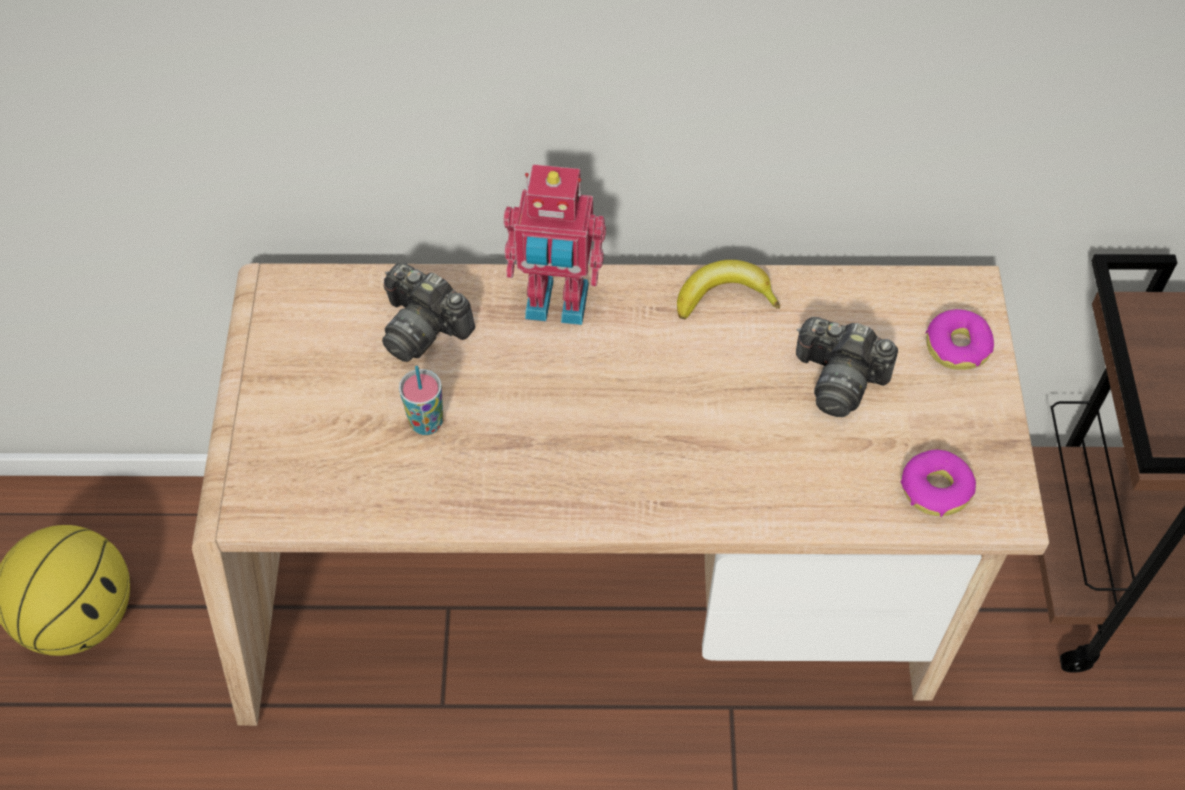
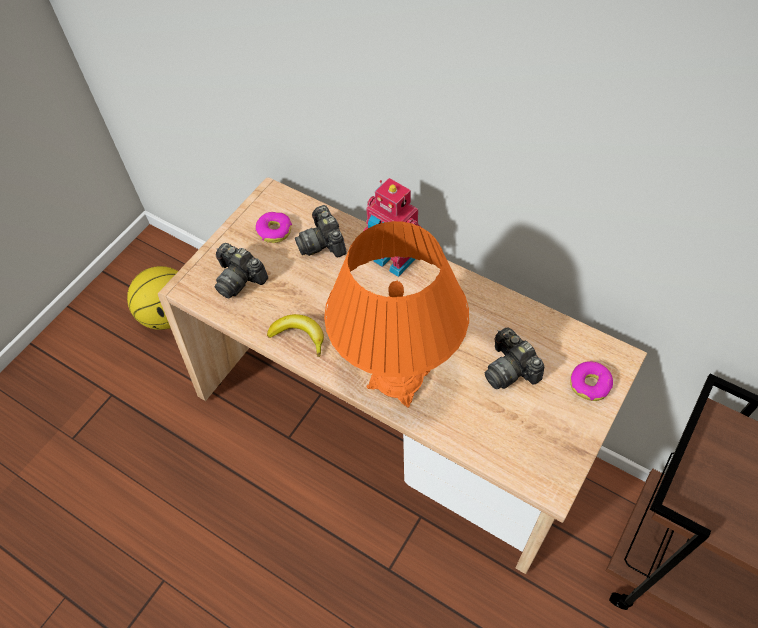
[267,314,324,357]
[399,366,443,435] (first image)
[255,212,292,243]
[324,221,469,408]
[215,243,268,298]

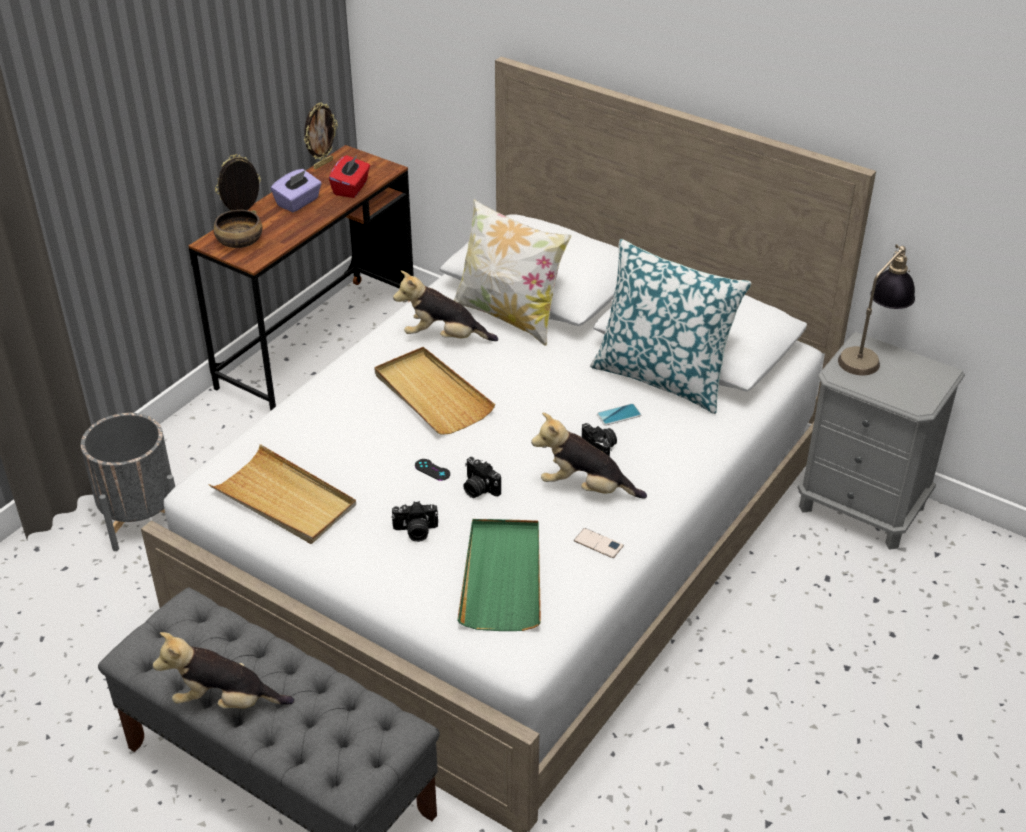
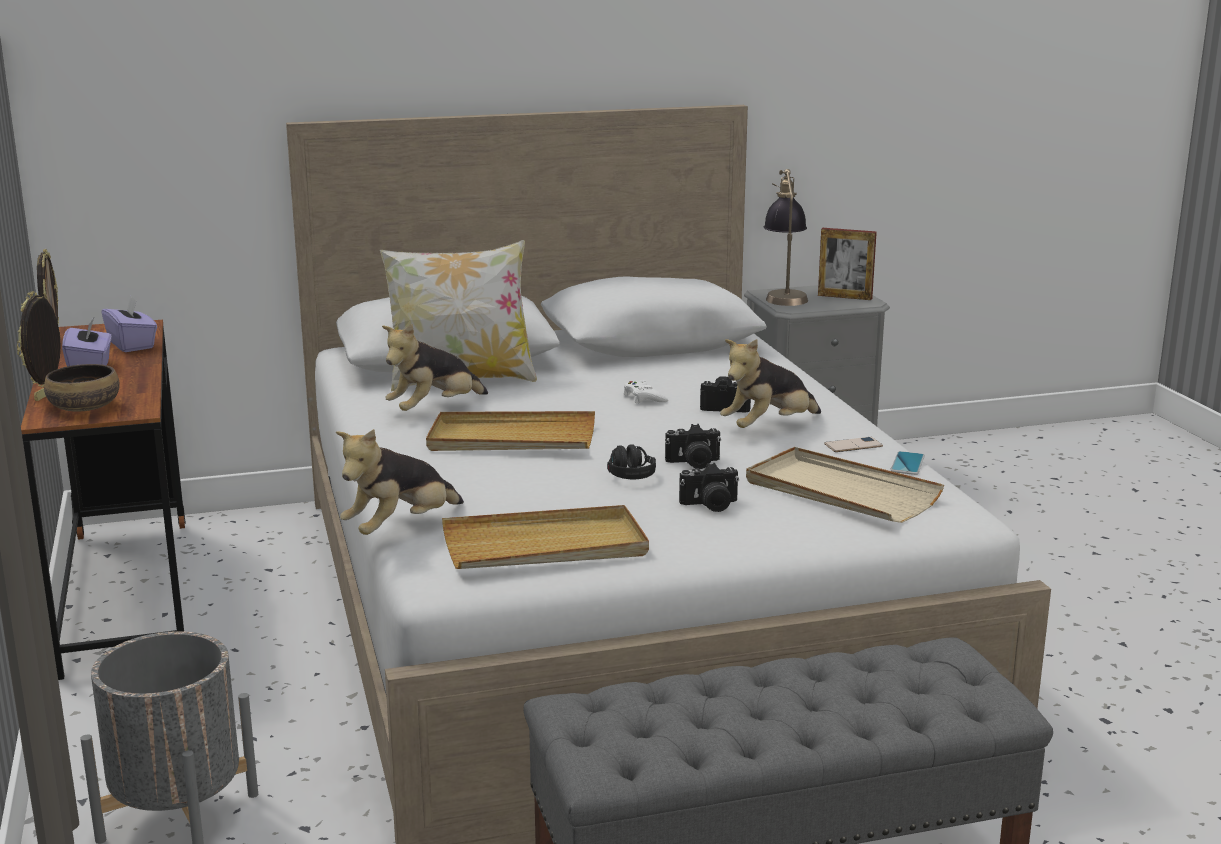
[101,296,157,352]
[590,239,751,414] (first image)
[890,451,925,475]
[607,444,656,479]
[679,463,739,512]
[746,447,944,523]
[336,429,464,535]
[818,228,877,300]
[624,380,668,404]

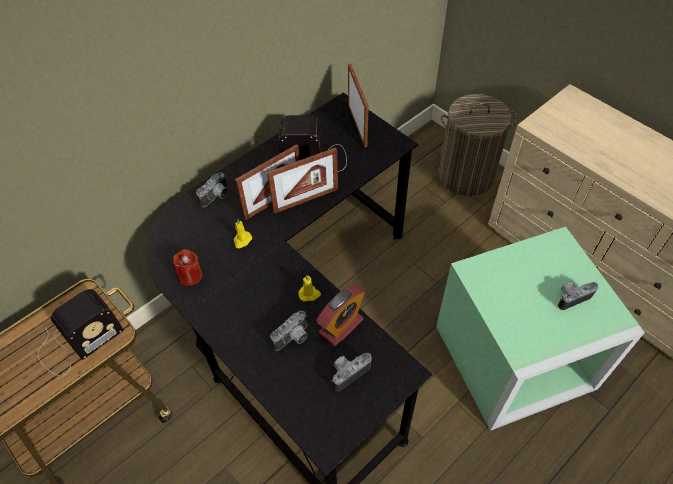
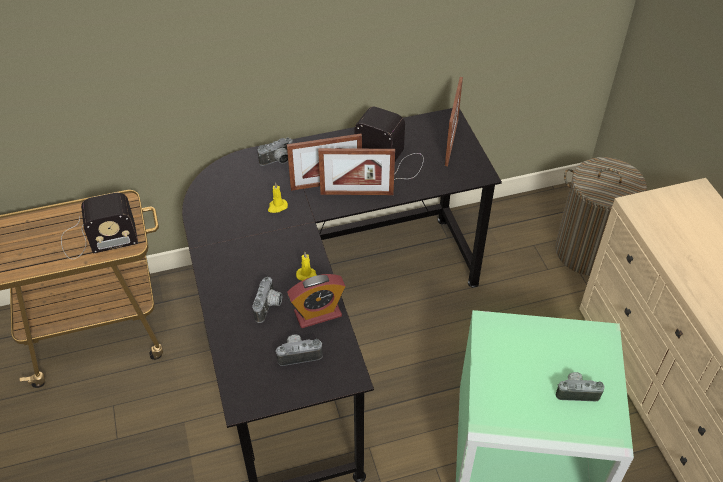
[172,249,203,286] (first image)
[252,277,282,323]

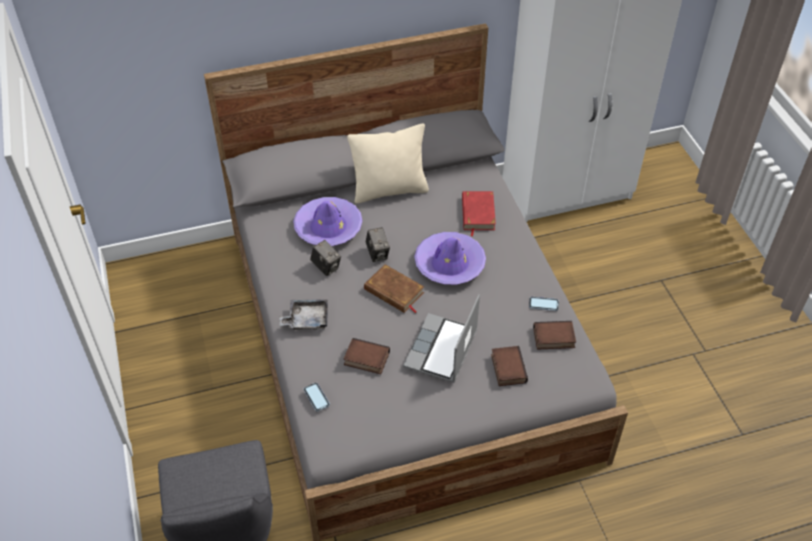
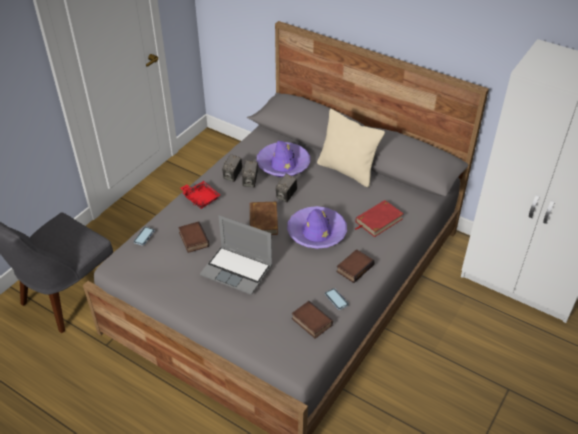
[200,215,273,295]
[180,181,221,209]
[336,249,375,283]
[222,154,242,182]

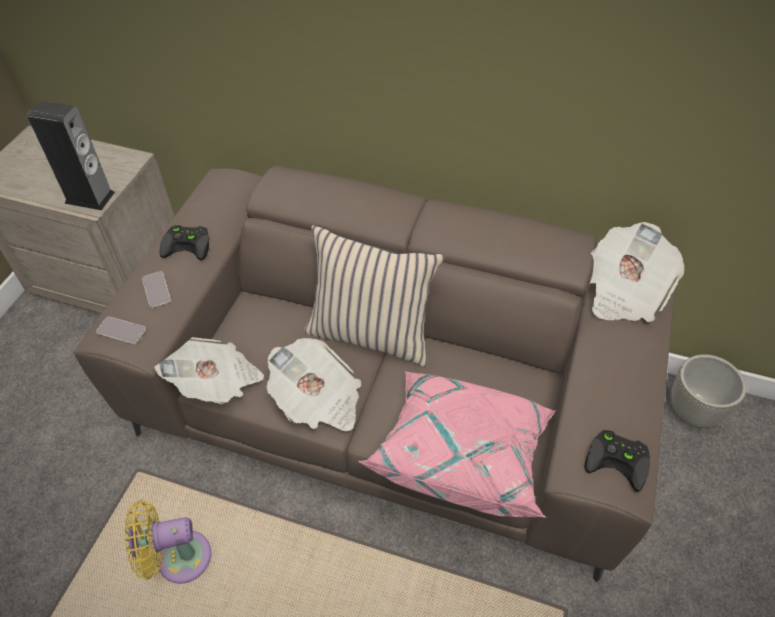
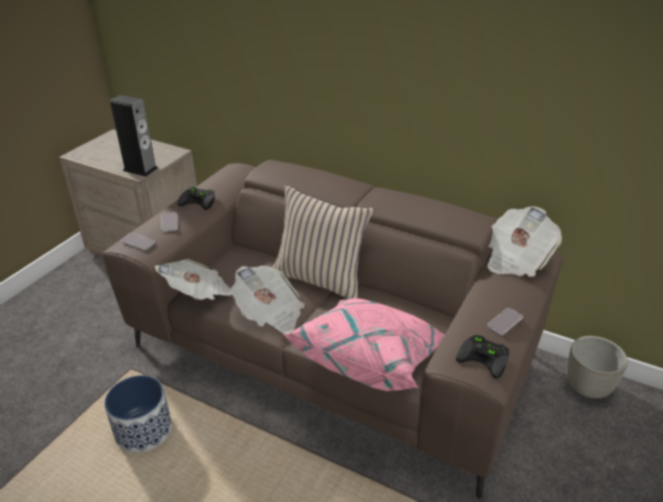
[104,375,172,453]
[487,308,523,335]

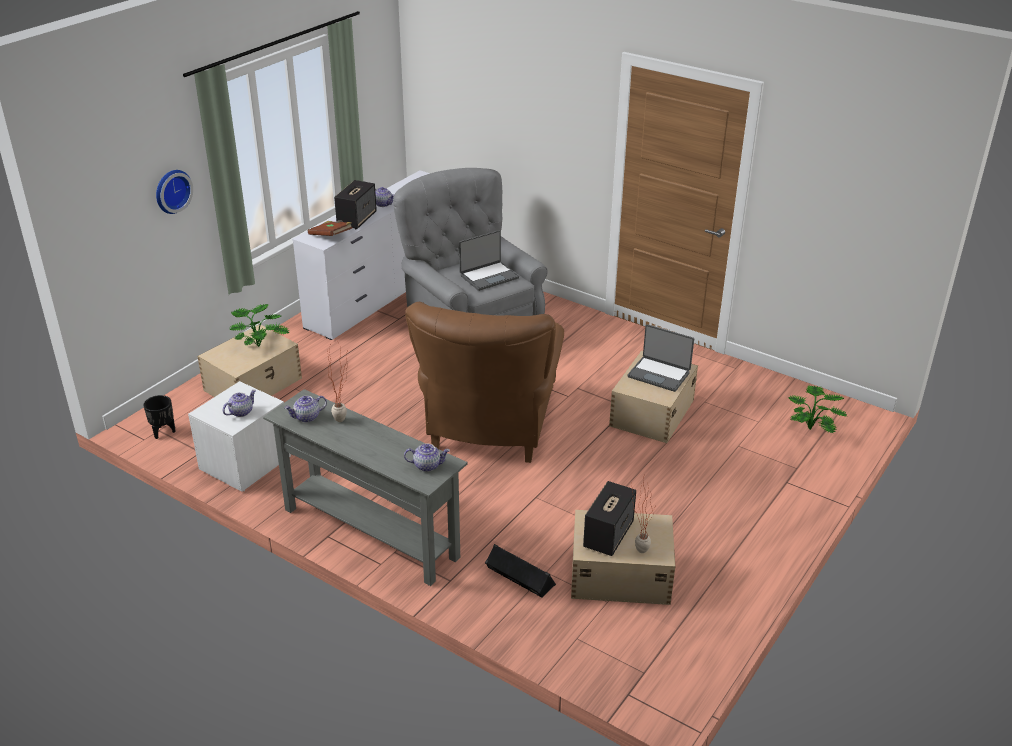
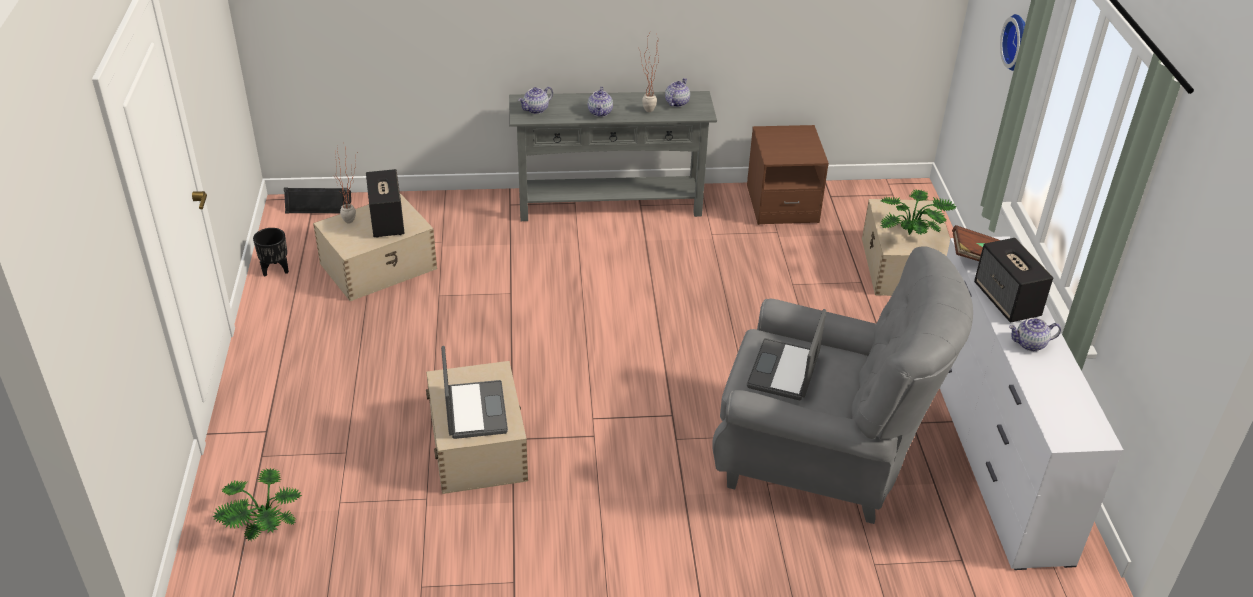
[405,302,564,463] (first image)
[441,346,508,439]
[747,125,829,225]
[588,87,613,117]
[253,228,289,276]
[284,188,351,213]

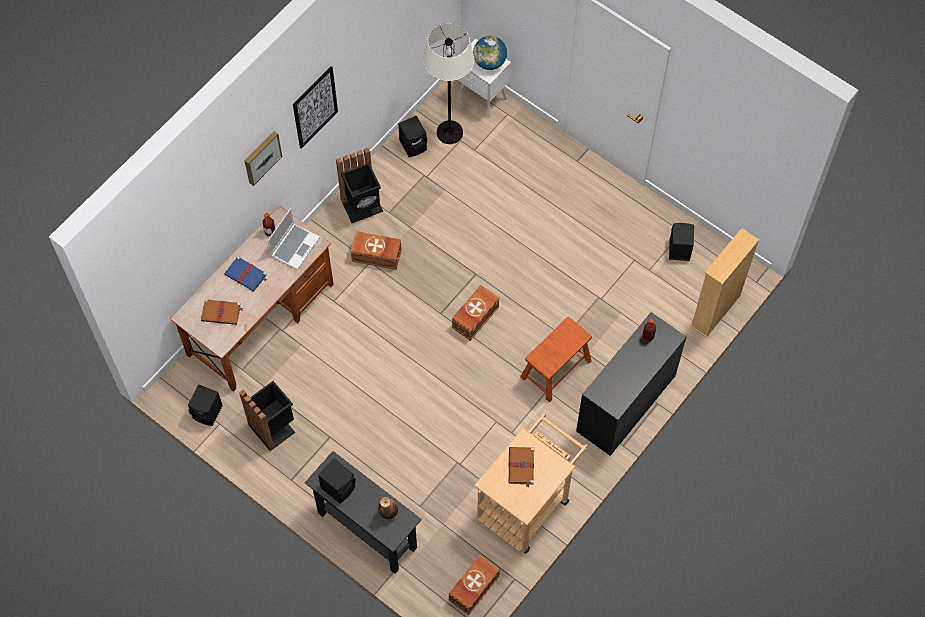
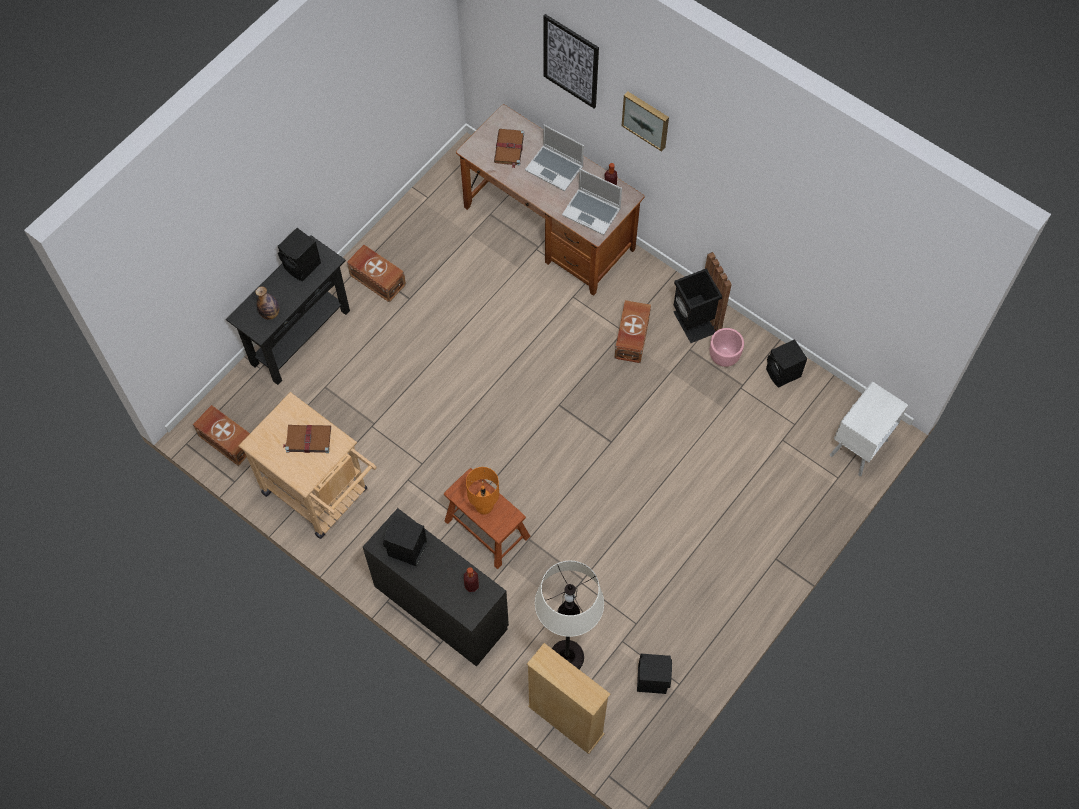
[535,560,604,669]
[473,36,507,70] (first image)
[543,14,599,109]
[525,125,584,191]
[347,244,406,302]
[239,381,296,451] (first image)
[383,515,427,566]
[710,328,744,367]
[466,467,499,515]

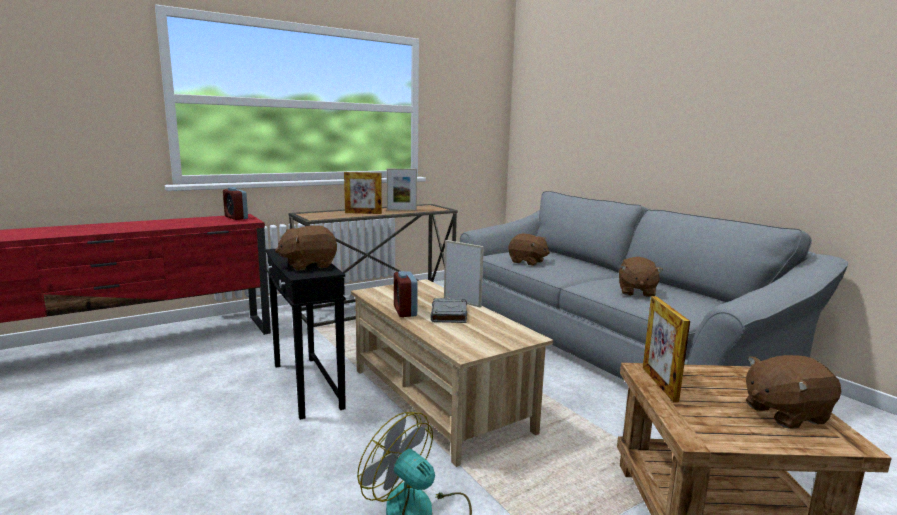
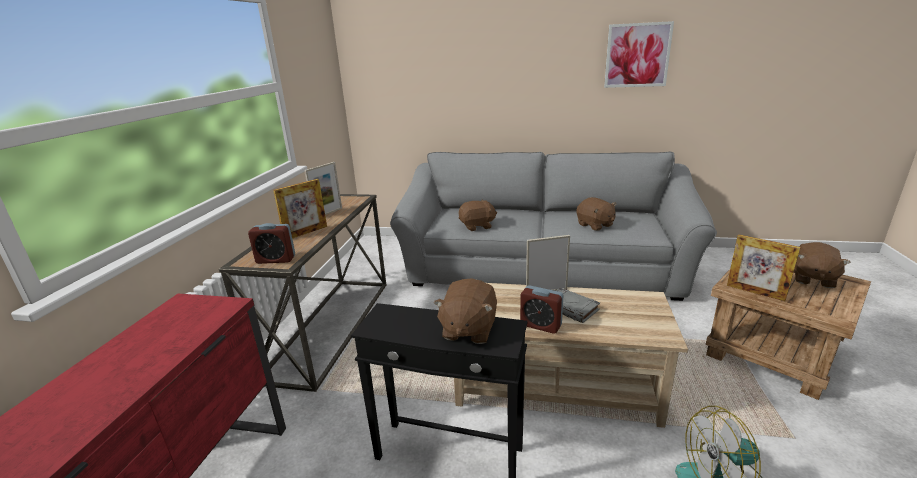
[248,223,295,264]
[604,21,674,88]

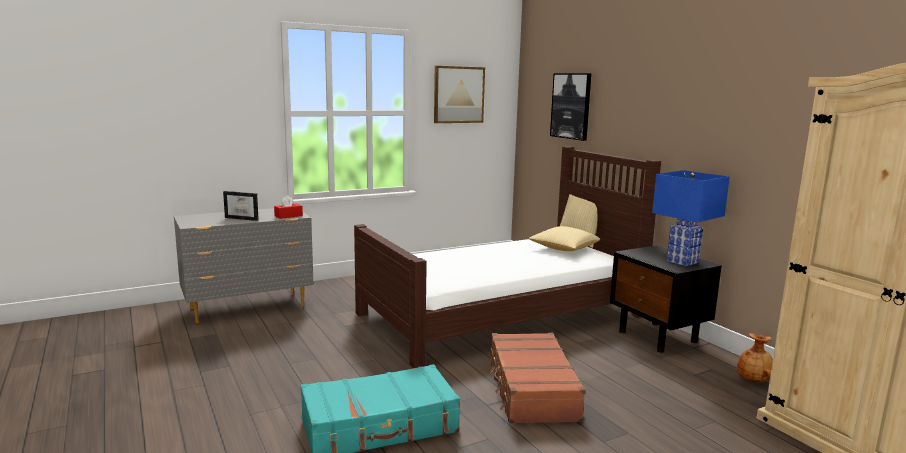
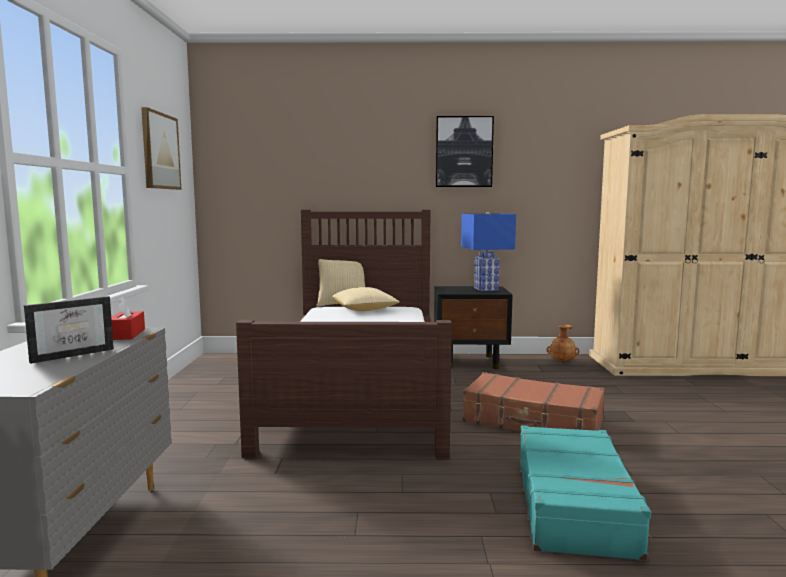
[436,116,494,187]

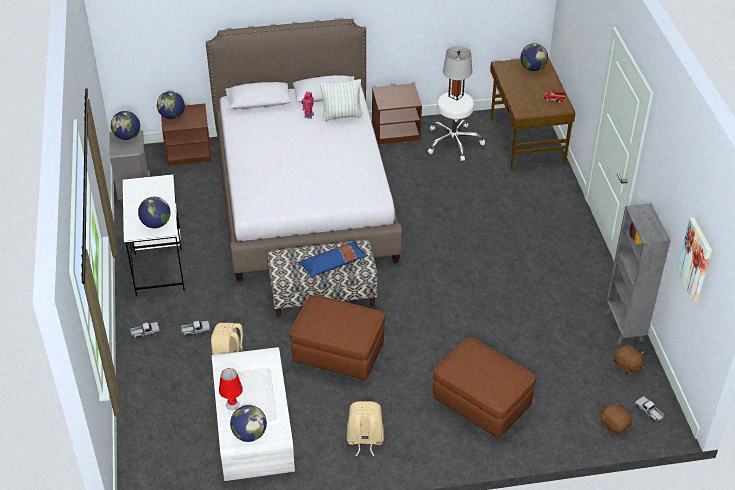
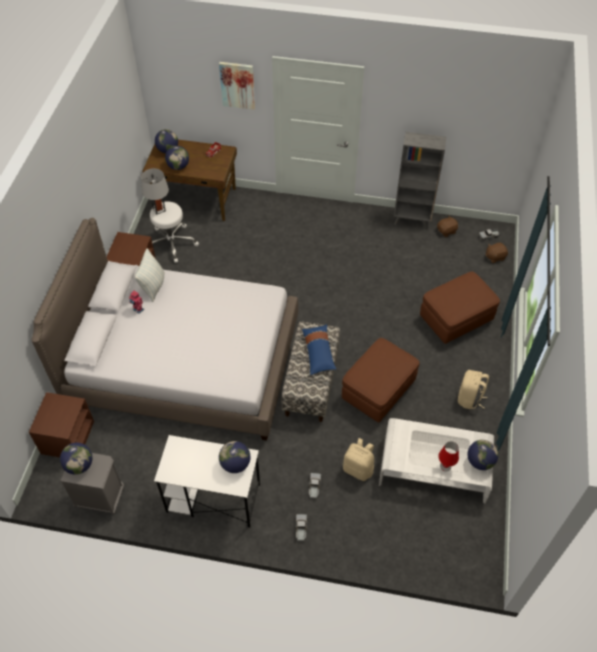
[165,146,189,170]
[219,62,255,110]

